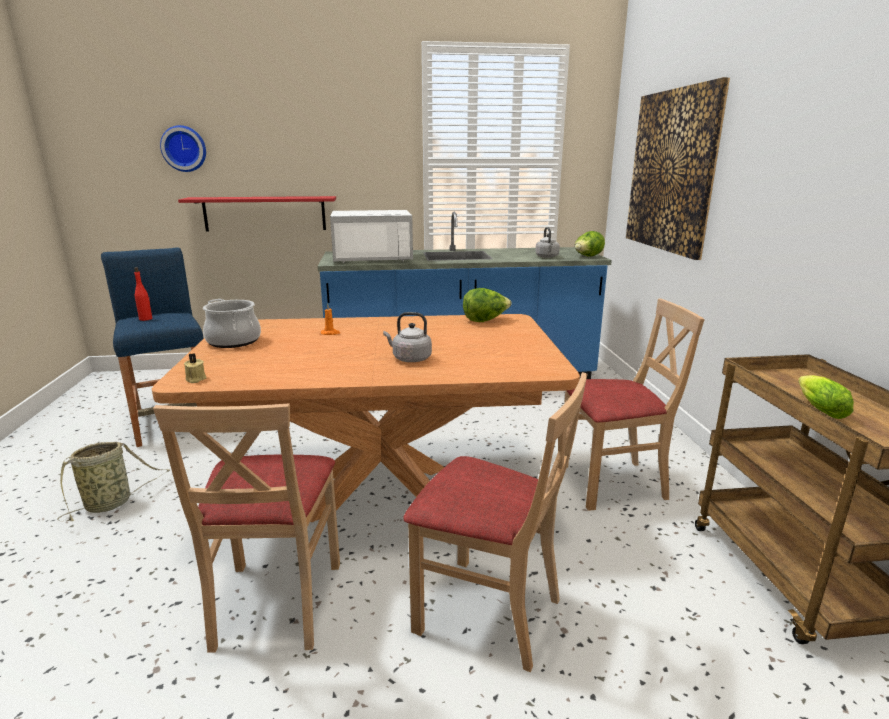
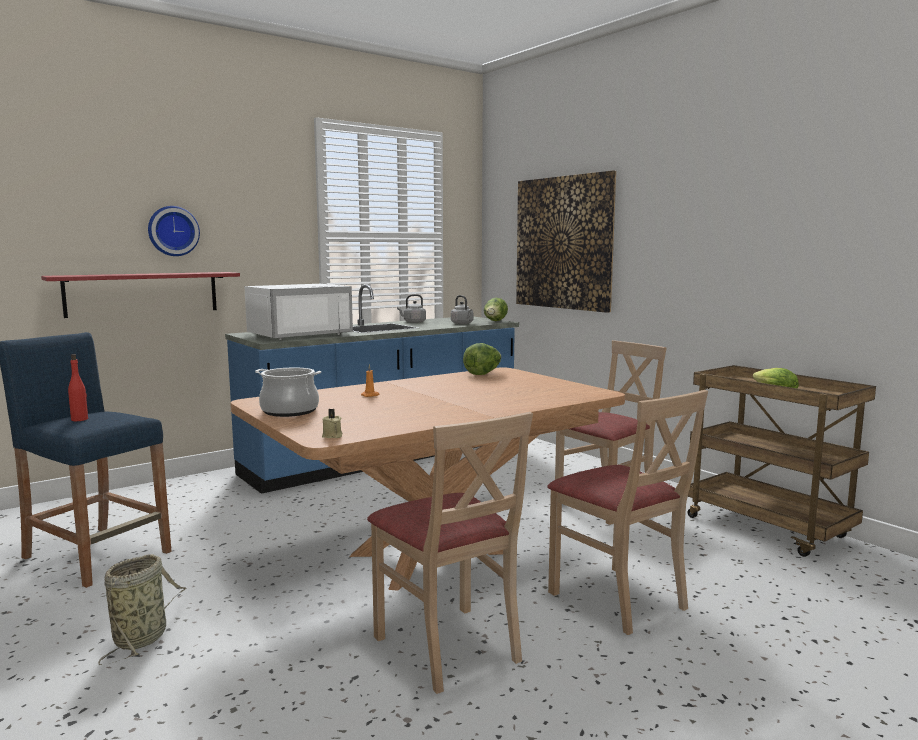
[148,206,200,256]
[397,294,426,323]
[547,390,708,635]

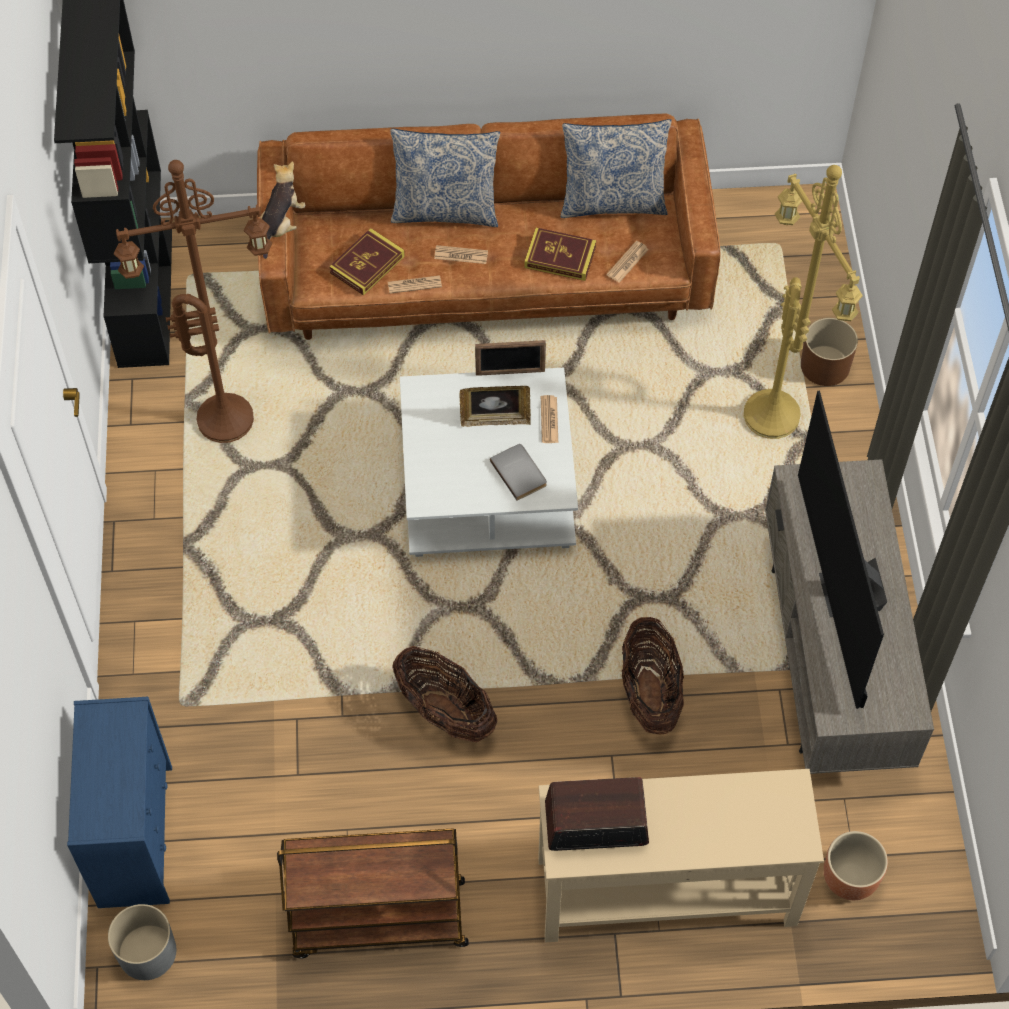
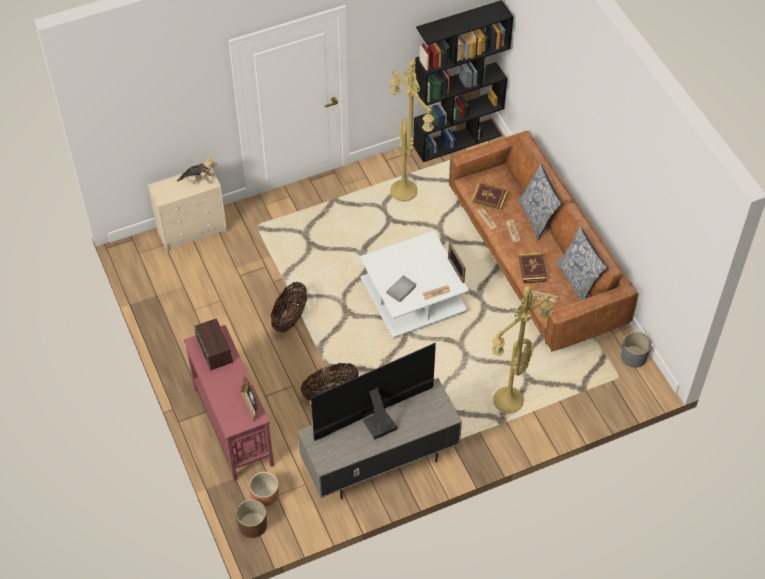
[389,60,434,202]
[177,156,217,184]
[236,500,267,538]
[240,376,258,421]
[148,168,227,253]
[183,325,274,481]
[277,828,469,959] (first image)
[621,332,651,368]

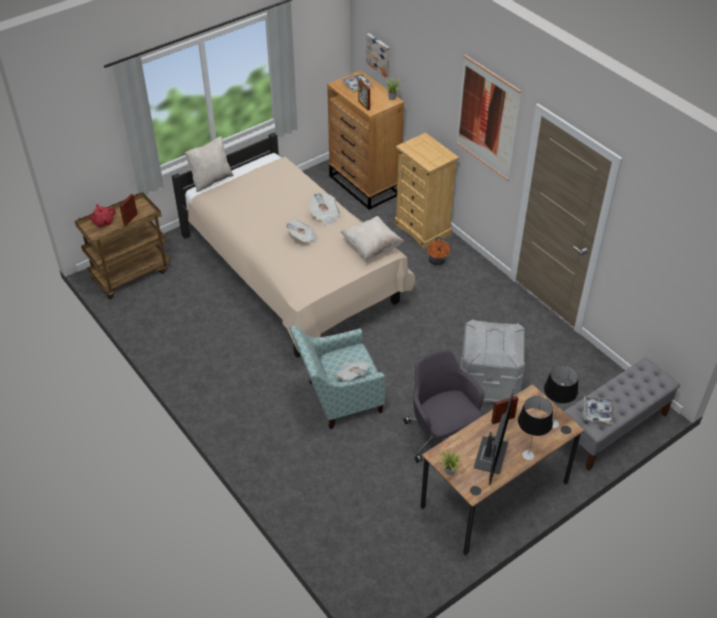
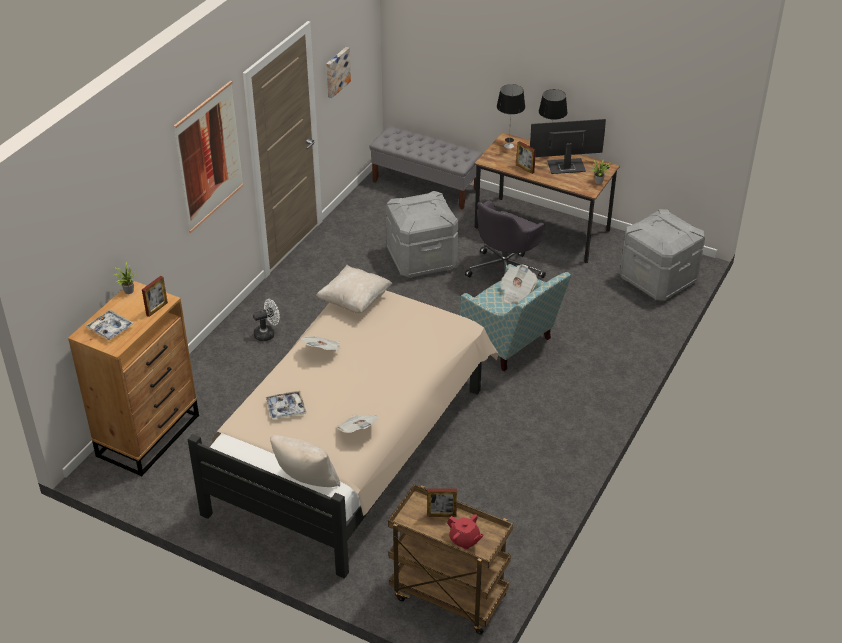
[326,47,351,98]
[394,132,459,249] (first image)
[337,414,378,433]
[253,299,280,342]
[266,391,306,420]
[620,209,705,301]

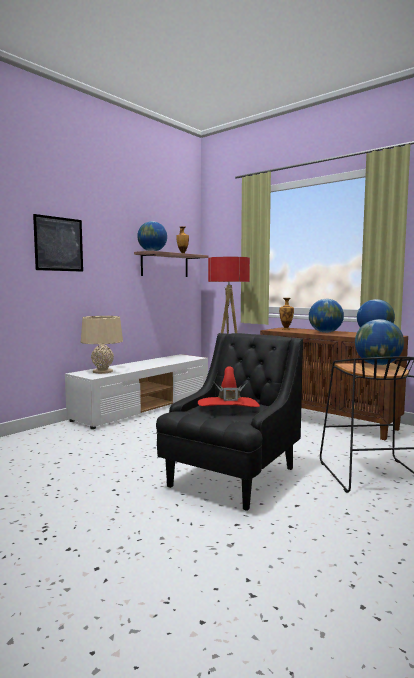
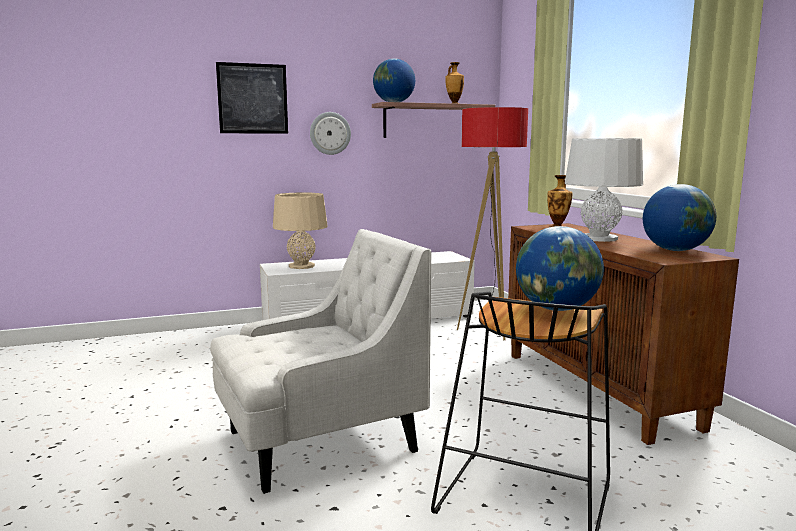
[565,138,643,242]
[210,229,431,494]
[198,366,260,407] (first image)
[310,112,351,155]

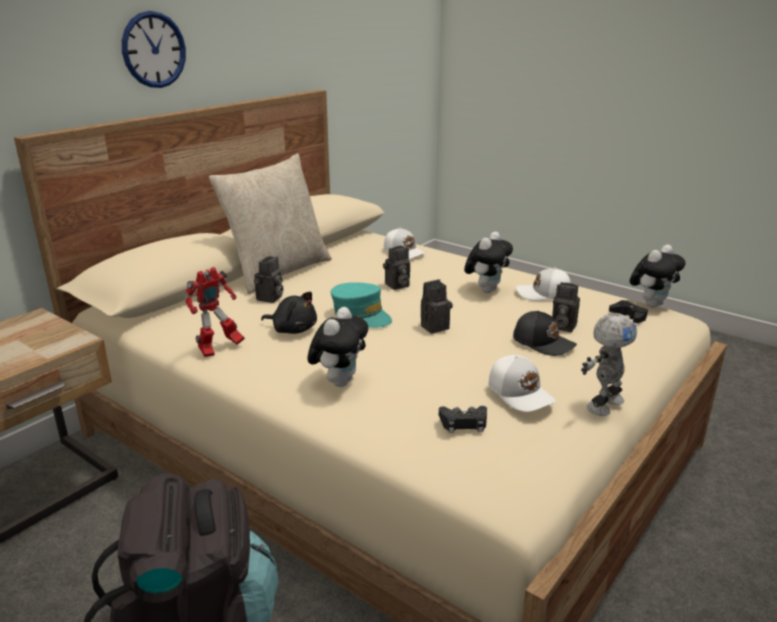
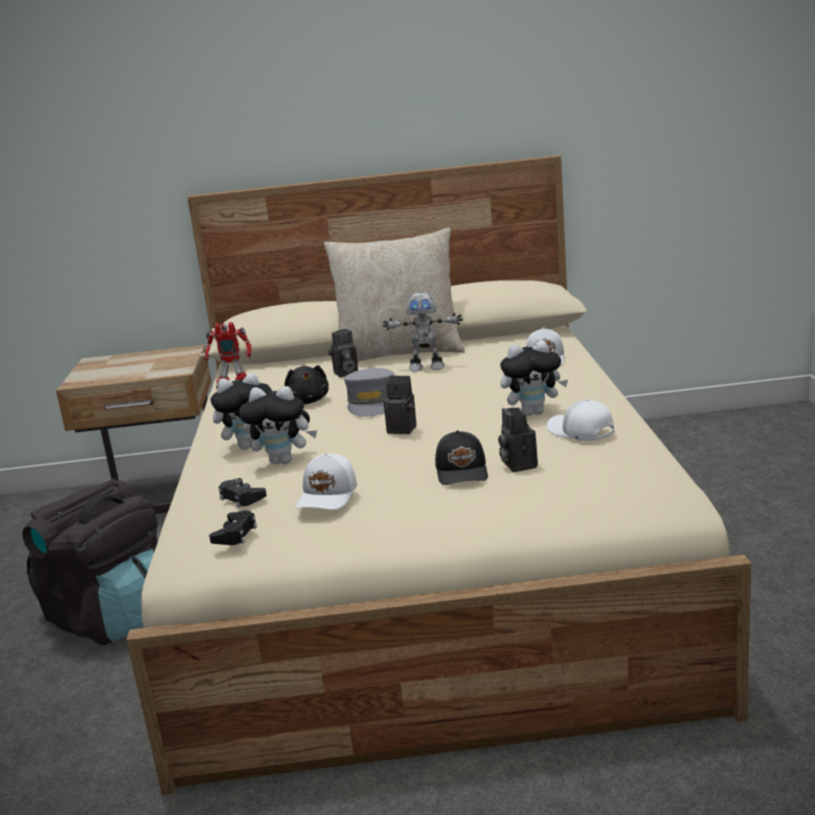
[122,11,186,88] (first image)
[239,386,317,465]
[383,246,410,290] (first image)
[344,368,394,417]
[209,510,257,545]
[383,292,463,372]

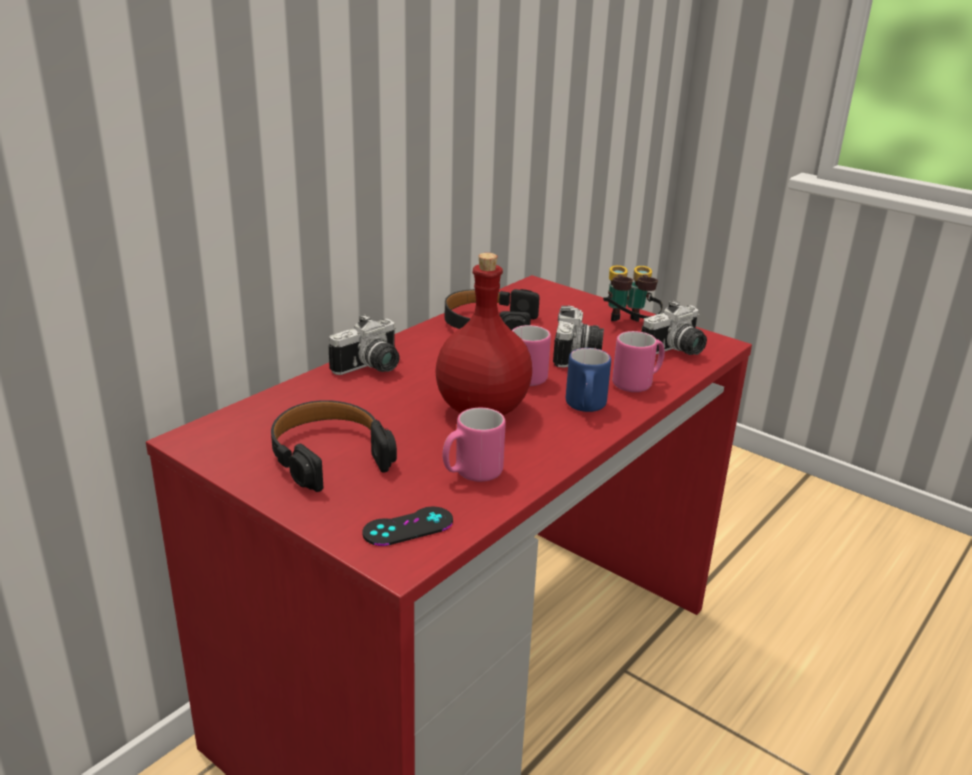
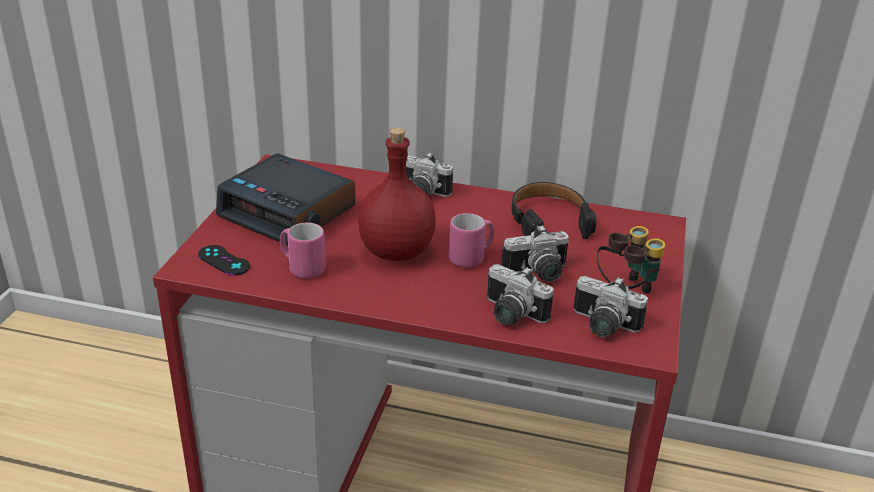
[487,264,554,325]
[566,348,611,412] (first image)
[216,153,355,245]

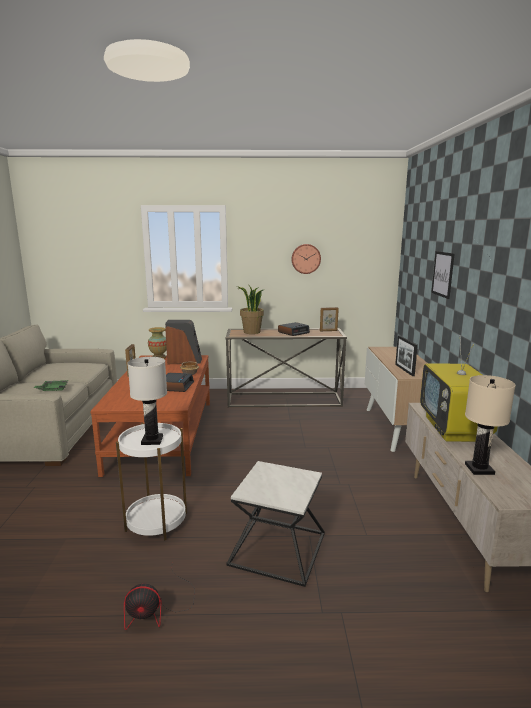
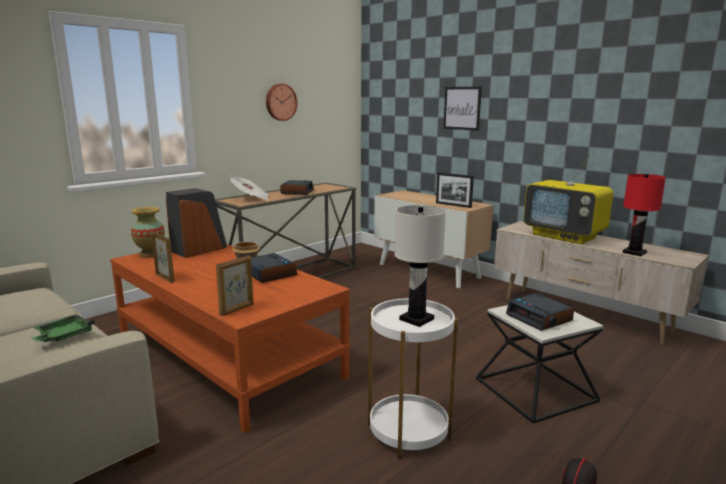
[230,175,269,200]
[216,256,254,316]
[623,174,666,256]
[506,293,574,331]

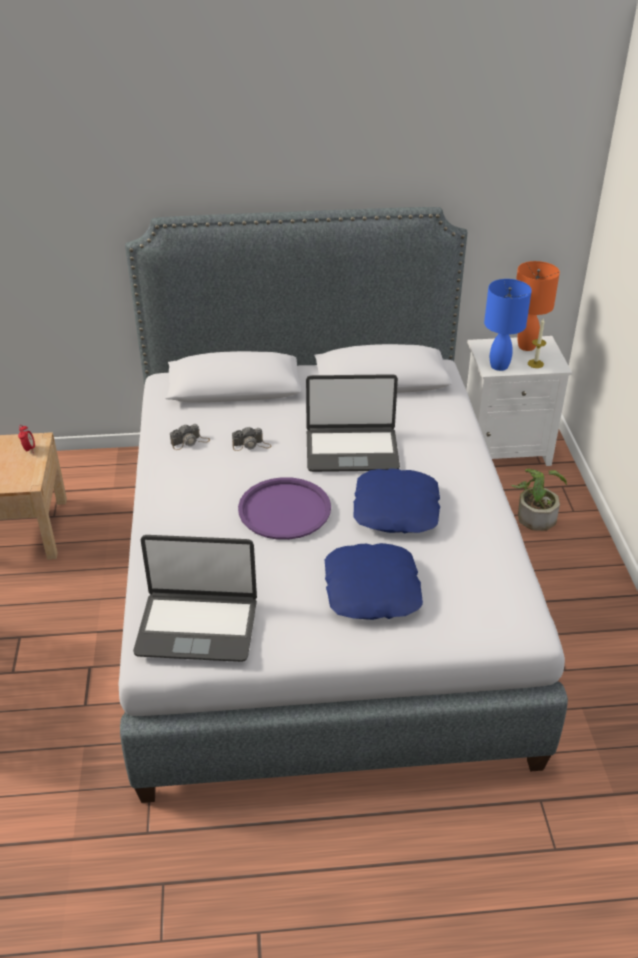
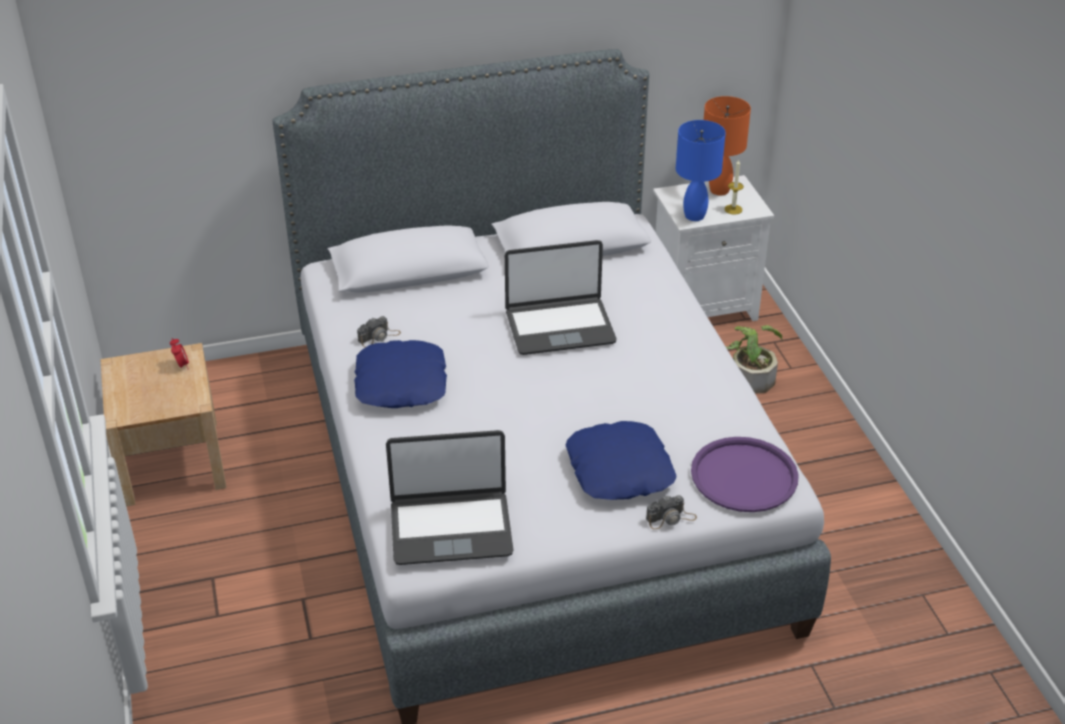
[646,495,697,529]
[354,340,447,408]
[691,437,799,512]

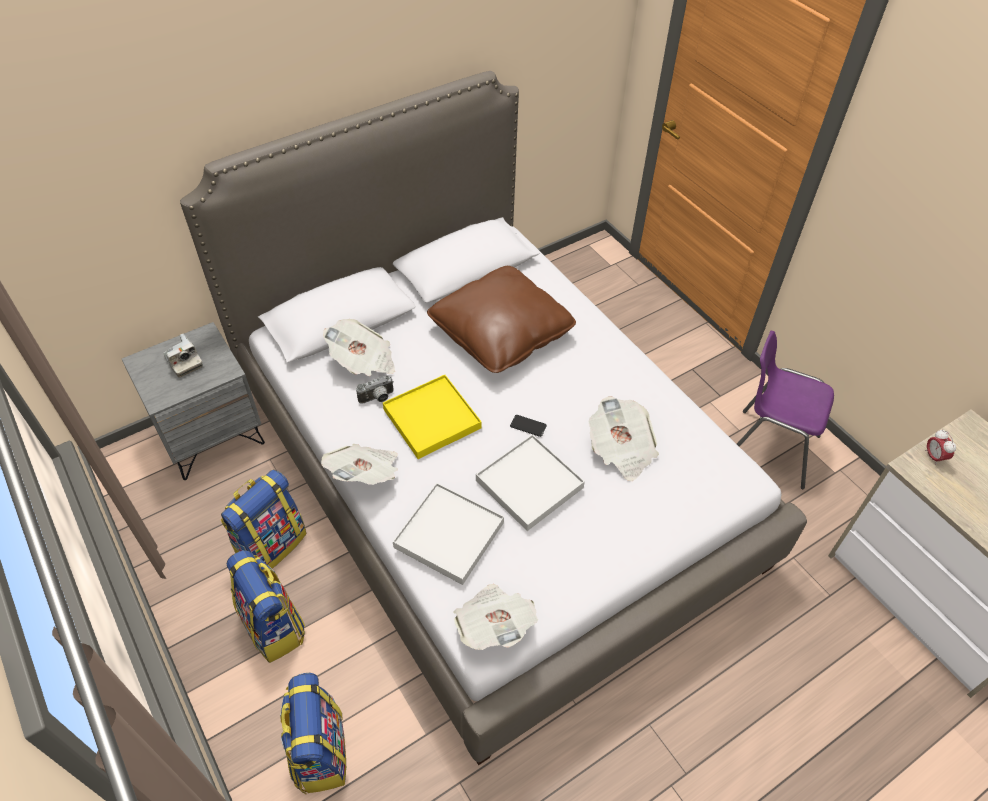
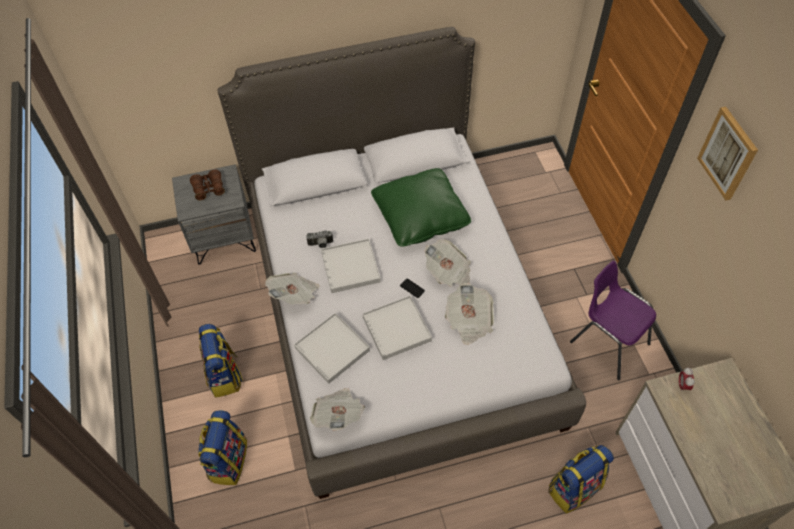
[371,168,471,247]
[425,240,471,287]
[190,170,225,201]
[321,239,381,293]
[549,445,614,514]
[697,107,758,200]

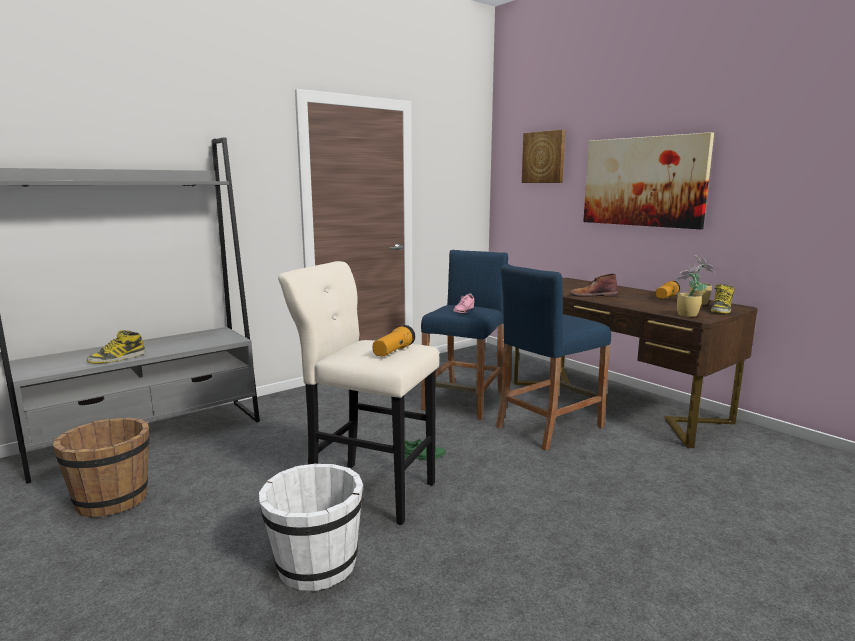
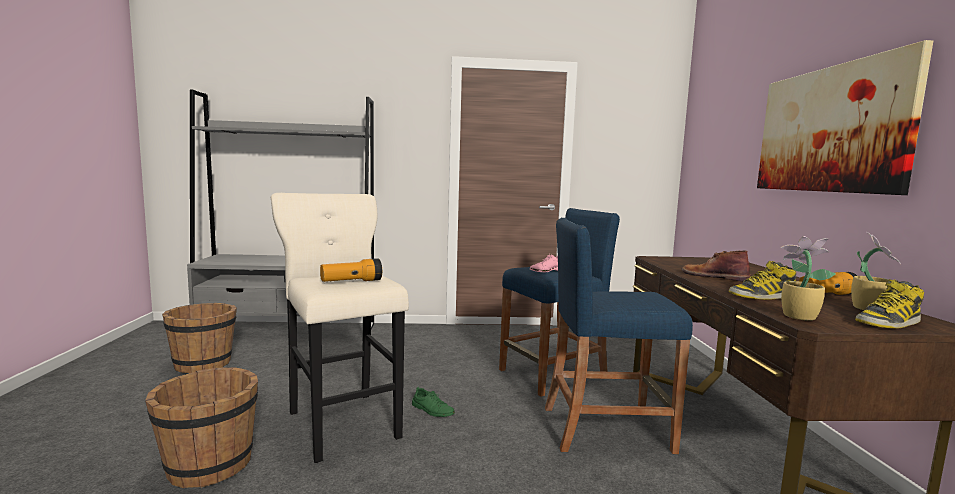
[522,130,565,183] (first image)
[729,261,796,300]
[145,367,258,488]

